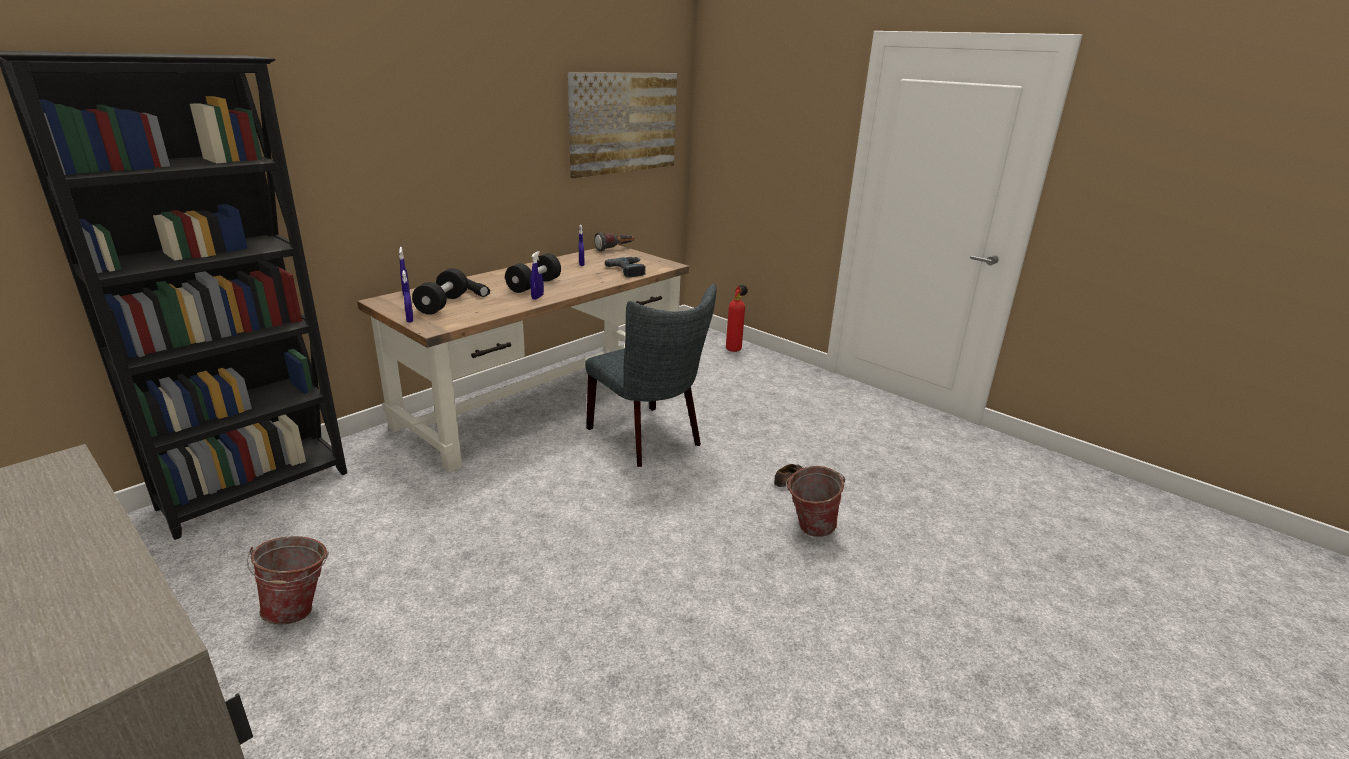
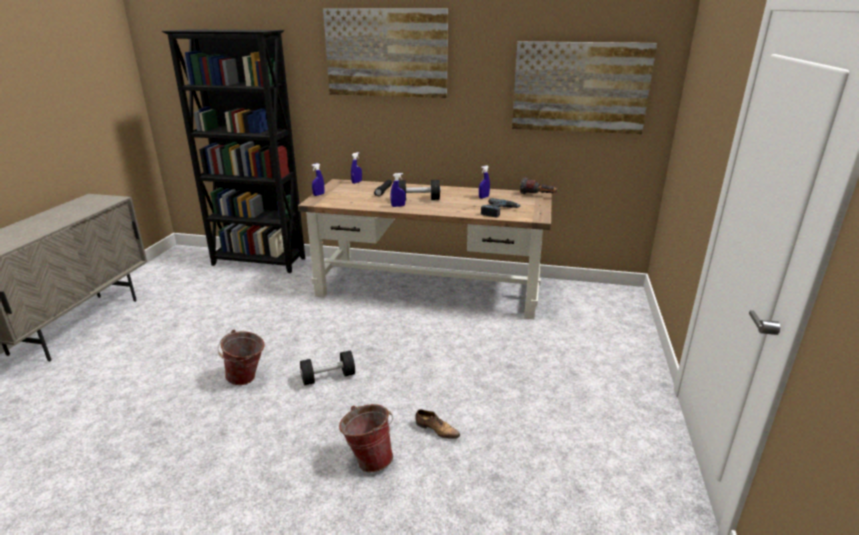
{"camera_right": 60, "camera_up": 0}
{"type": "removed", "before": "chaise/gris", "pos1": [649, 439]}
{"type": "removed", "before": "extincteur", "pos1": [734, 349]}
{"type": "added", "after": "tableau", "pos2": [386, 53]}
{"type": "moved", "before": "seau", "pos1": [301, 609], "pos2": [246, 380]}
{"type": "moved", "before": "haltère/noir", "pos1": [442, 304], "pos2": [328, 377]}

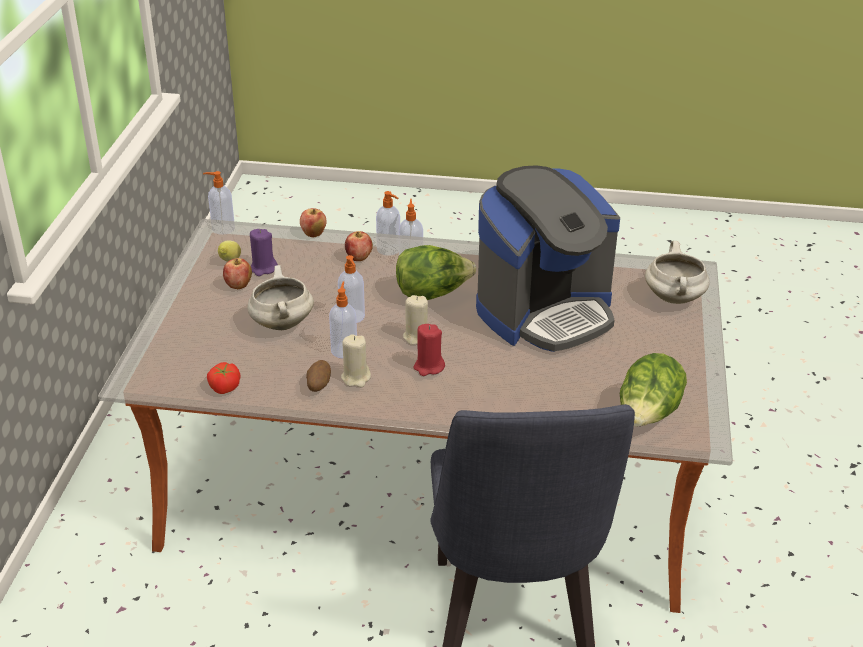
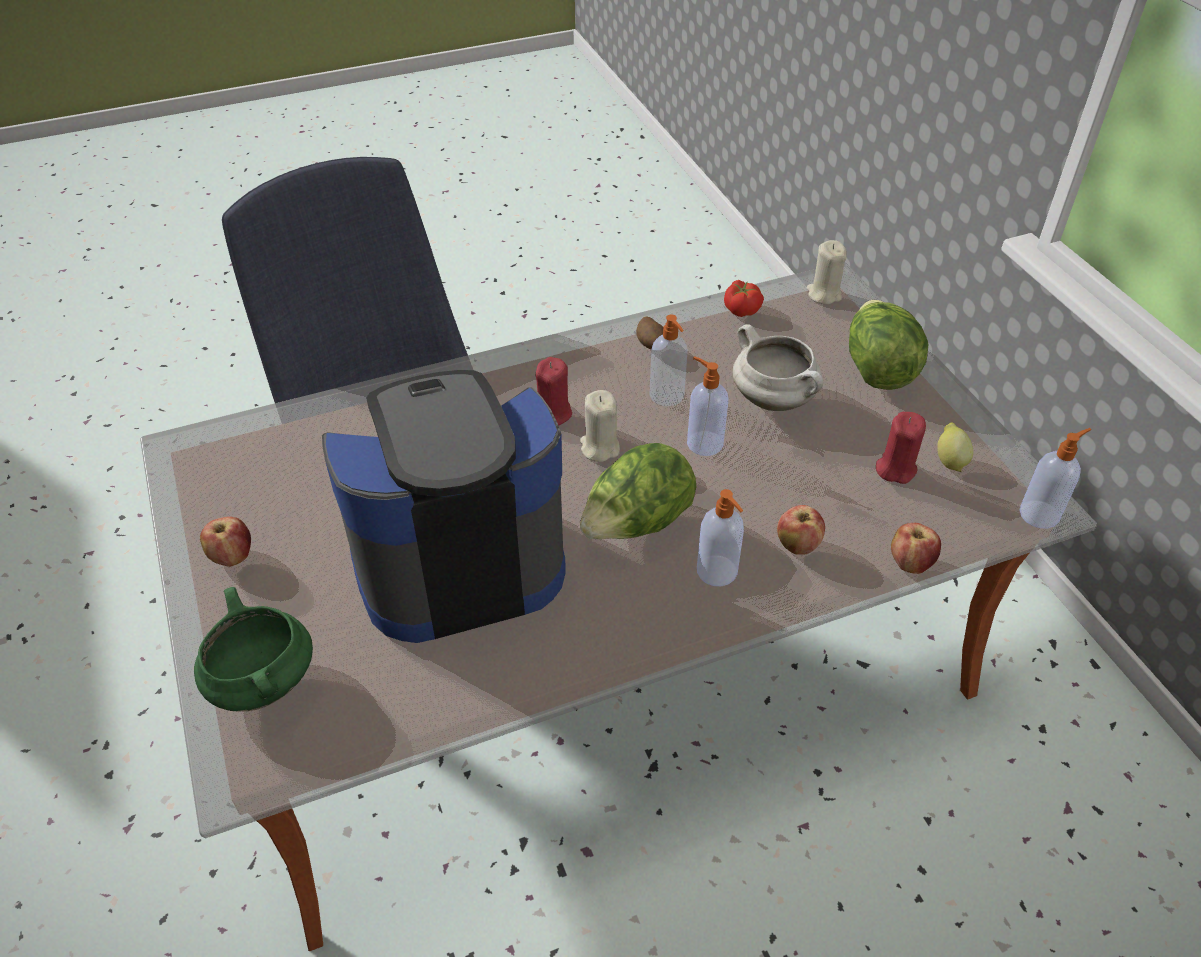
{"camera_right": 150, "camera_up": 10}
{"type": "removed", "before": "distributeur de savon", "pos1": [389, 250]}
{"type": "moved", "before": "pomme", "pos1": [238, 286], "pos2": [232, 557]}
{"type": "moved", "before": "bougie/beige", "pos1": [356, 377], "pos2": [824, 294]}
{"type": "moved", "before": "laitue", "pos1": [648, 416], "pos2": [877, 369]}
{"type": "recoloured", "before": "bougie/violet", "after": "bougie/rouge", "pos1": [263, 268], "pos2": [895, 469]}
{"type": "recoloured", "before": "marmite/blanc", "after": "marmite/vert", "pos1": [675, 298], "pos2": [261, 682]}
{"type": "turned", "before": "machine à café", "pos1": [545, 312], "pos2": [457, 561], "turn": 45}

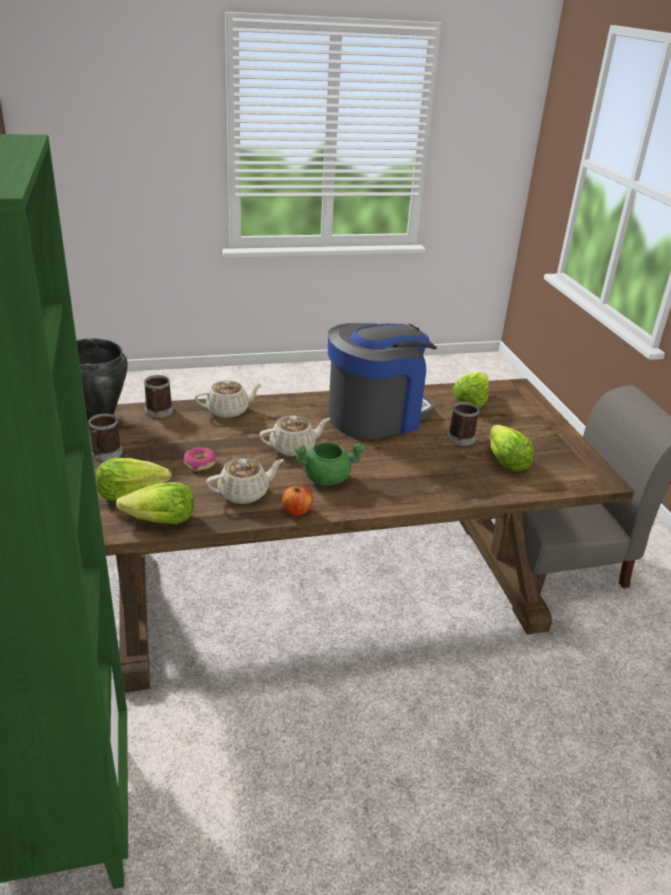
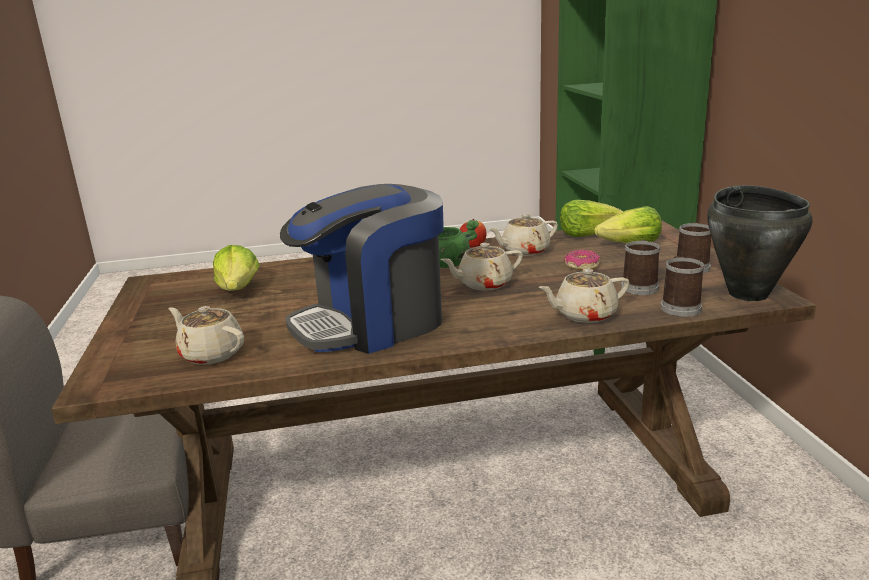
{"camera_right": -175, "camera_up": -10}
{"type": "moved", "before": "mug", "pos1": [460, 439], "pos2": [640, 286]}
{"type": "replaced", "before": "laitue", "after": "théière/beige", "pos1": [470, 401], "pos2": [211, 354]}

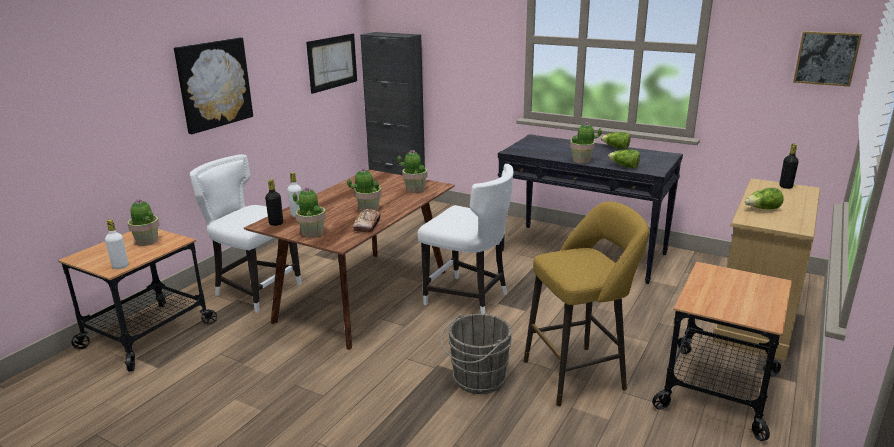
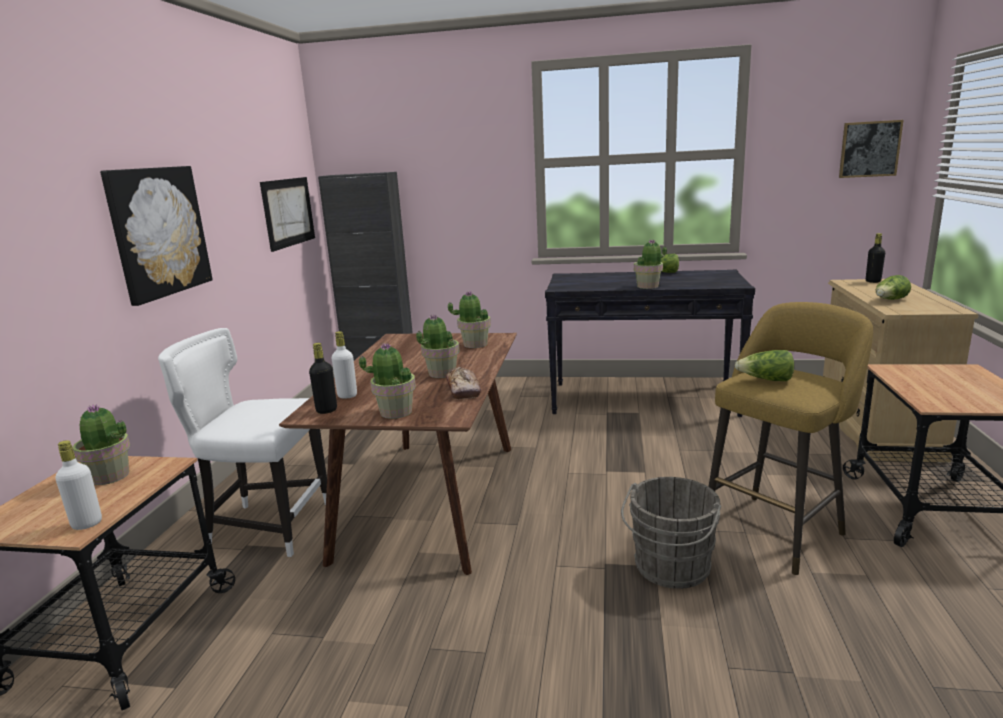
{"camera_right": -20, "camera_up": -5}
{"type": "removed", "before": "chaise/blanc", "pos1": [468, 298]}
{"type": "moved", "before": "laitue", "pos1": [624, 166], "pos2": [766, 380]}

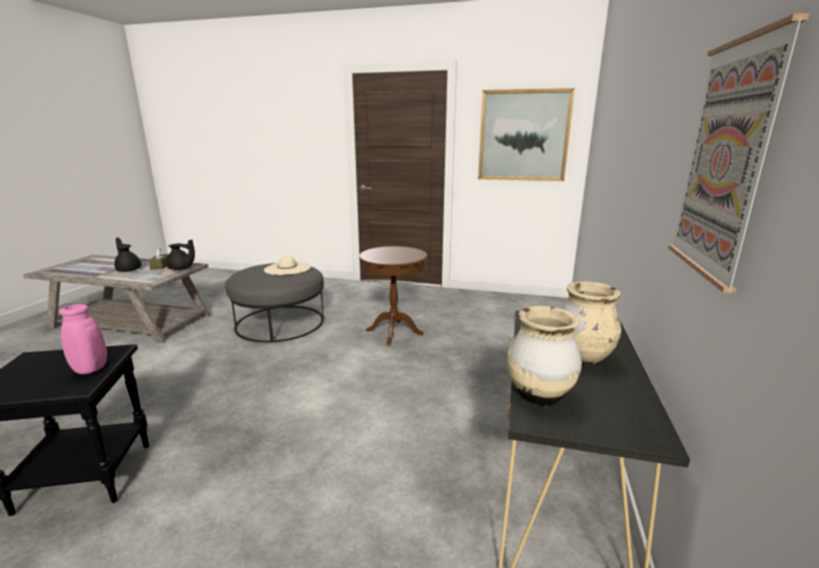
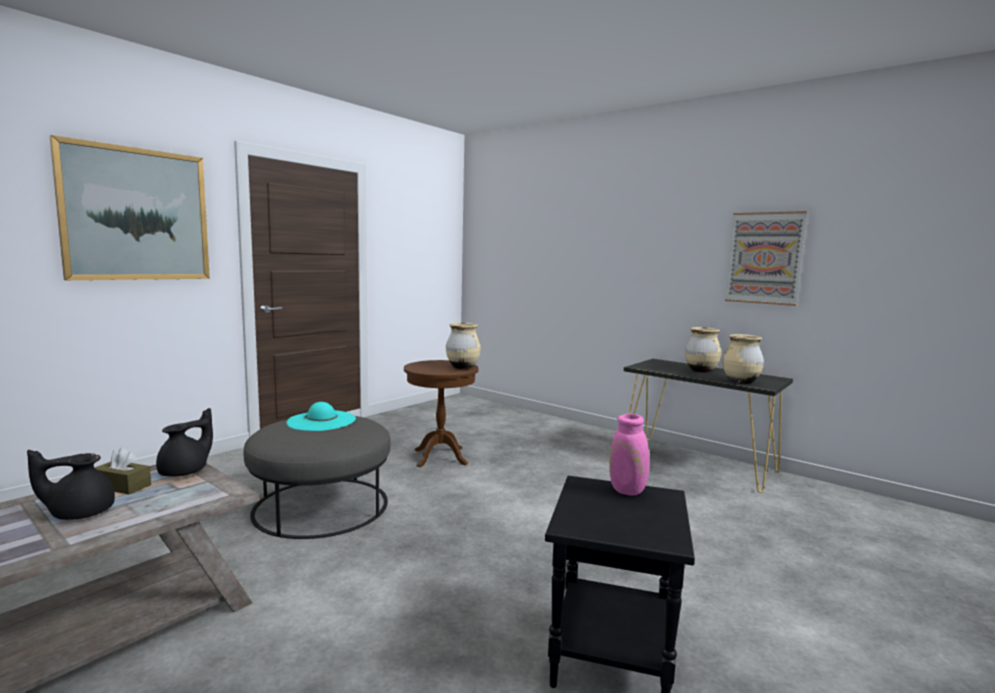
{"camera_right": -65, "camera_up": -10}
{"type": "added", "after": "vase/beige", "pos2": [462, 367]}
{"type": "moved", "before": "tableau", "pos1": [523, 136], "pos2": [136, 214]}
{"type": "recoloured", "before": "chapeau/beige", "after": "chapeau/turquoise", "pos1": [287, 268], "pos2": [322, 421]}

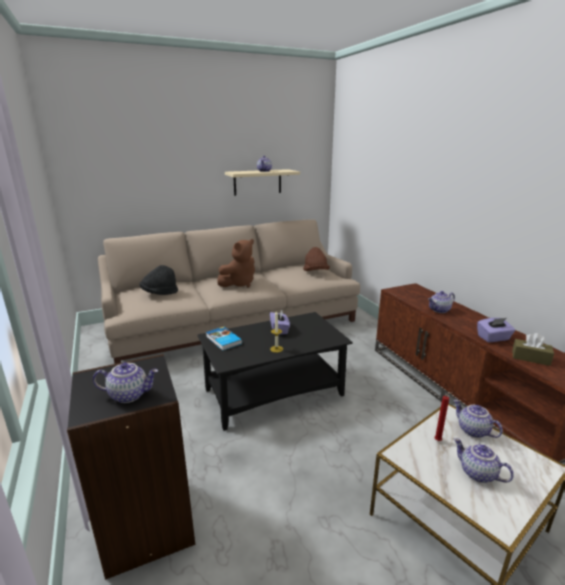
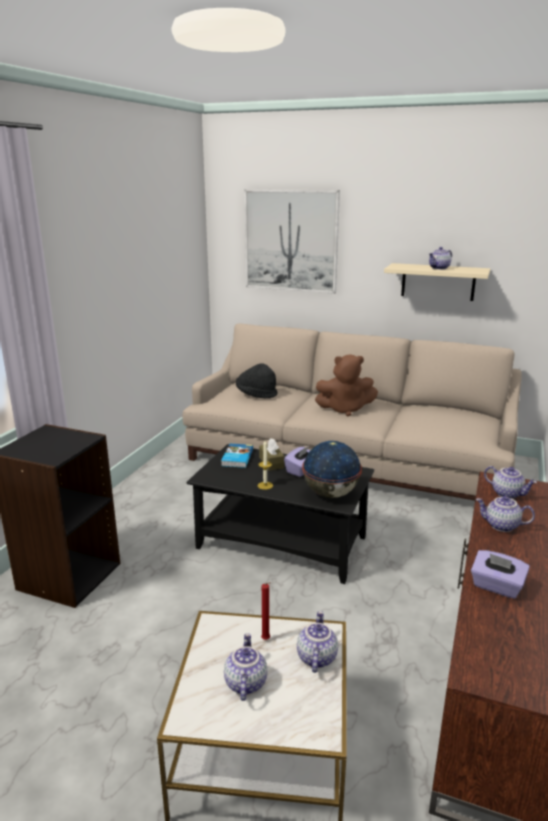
{"camera_right": 45, "camera_up": 0}
{"type": "removed", "before": "chapeau/marron", "pos1": [315, 272]}
{"type": "added", "after": "tableau", "pos2": [291, 241]}
{"type": "added", "after": "globe", "pos2": [330, 494]}
{"type": "moved", "before": "théière", "pos1": [129, 394], "pos2": [507, 493]}
{"type": "moved", "before": "boîte à mouchoirs/marron", "pos1": [530, 358], "pos2": [271, 462]}

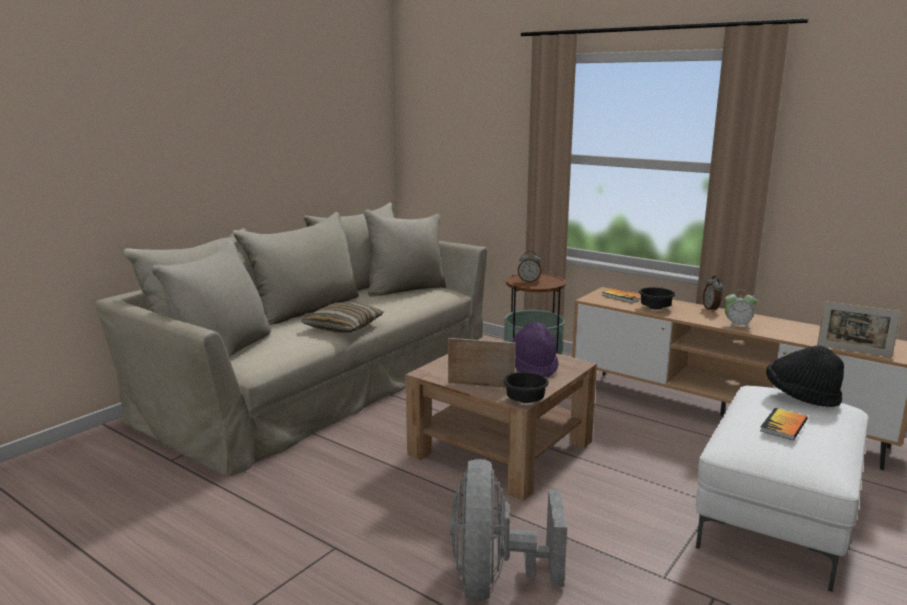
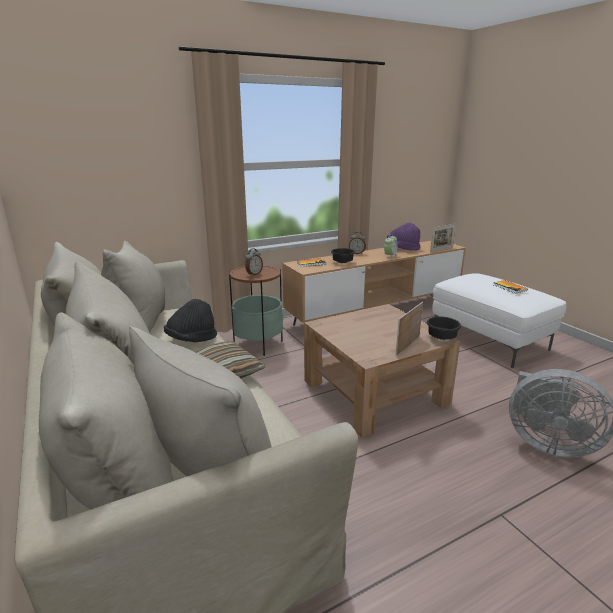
{"camera_right": -65, "camera_up": 5}
{"type": "moved", "before": "chapeau/violet", "pos1": [533, 366], "pos2": [402, 248]}
{"type": "moved", "before": "chapeau/noir", "pos1": [801, 397], "pos2": [192, 339]}

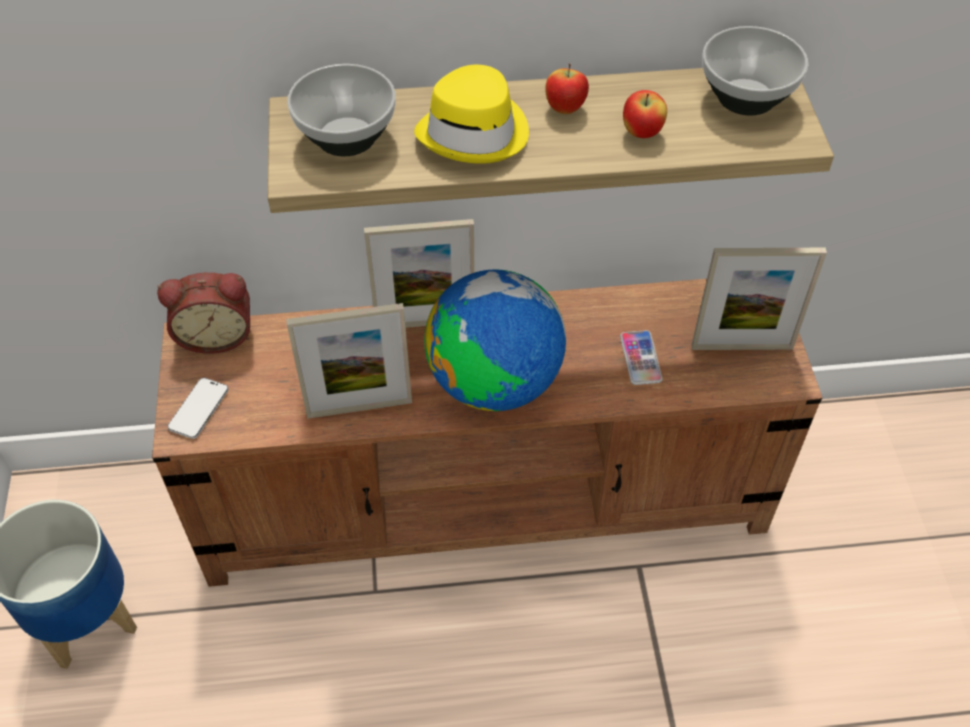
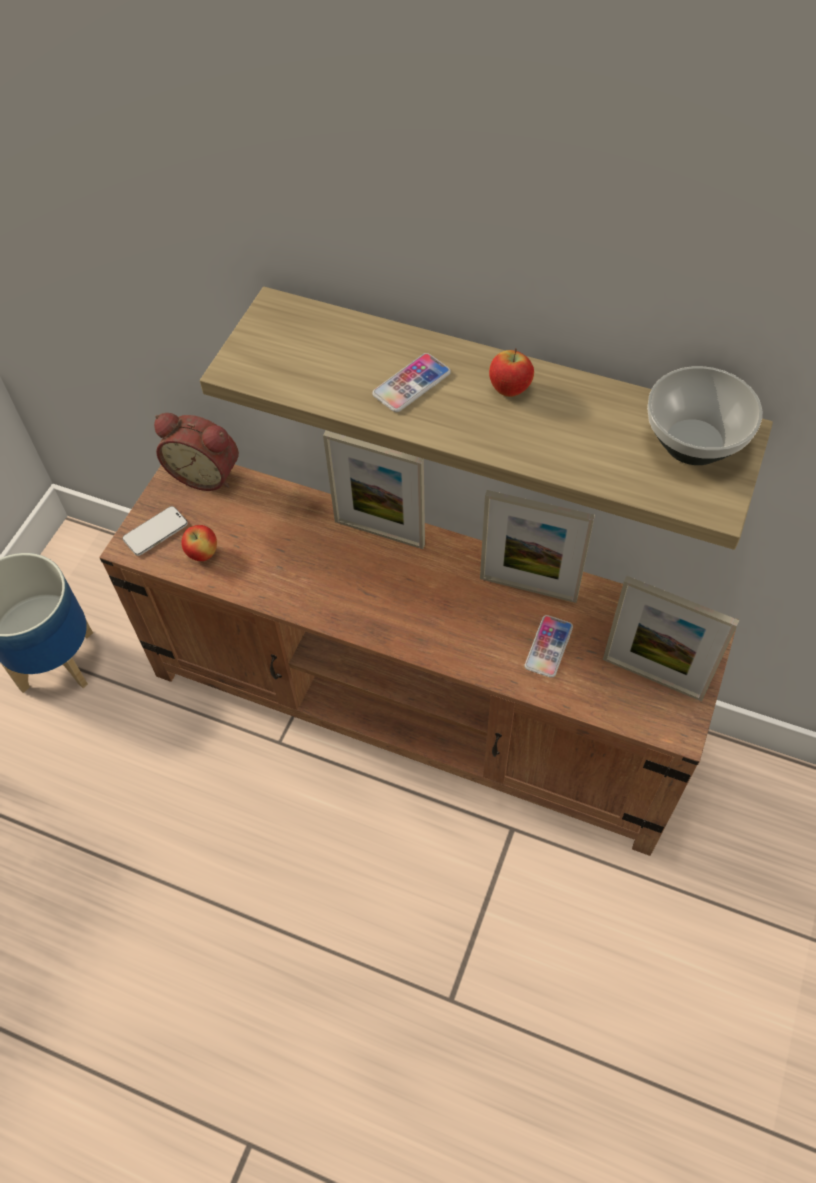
{"camera_right": 30, "camera_up": 5}
{"type": "removed", "before": "bol", "pos1": [345, 137]}
{"type": "removed", "before": "globe", "pos1": [495, 382]}
{"type": "moved", "before": "cadre photo", "pos1": [359, 408], "pos2": [528, 588]}
{"type": "moved", "before": "pomme", "pos1": [642, 133], "pos2": [203, 554]}
{"type": "replaced", "before": "chapeau/jaune", "after": "téléphone", "pos1": [475, 133], "pos2": [411, 384]}

